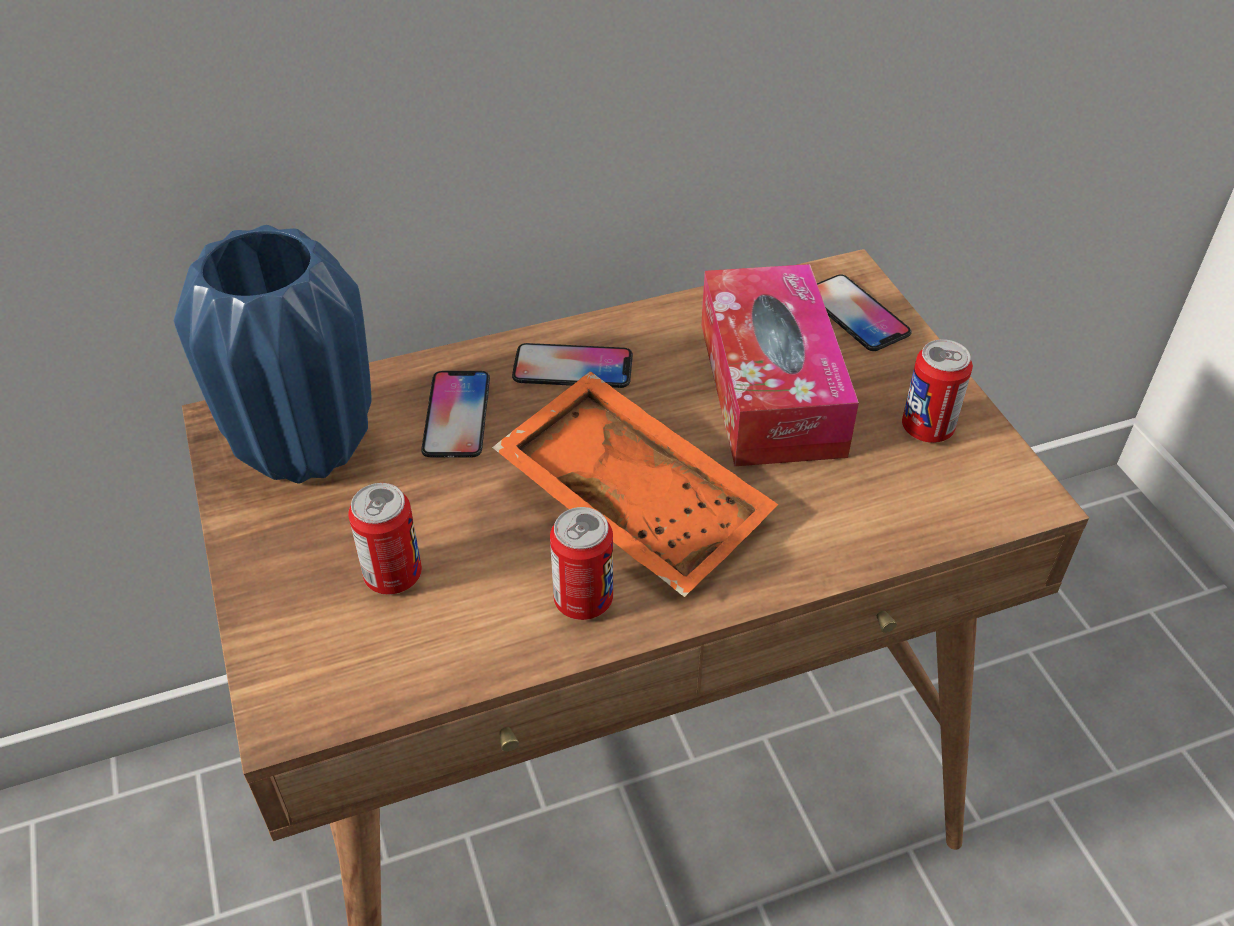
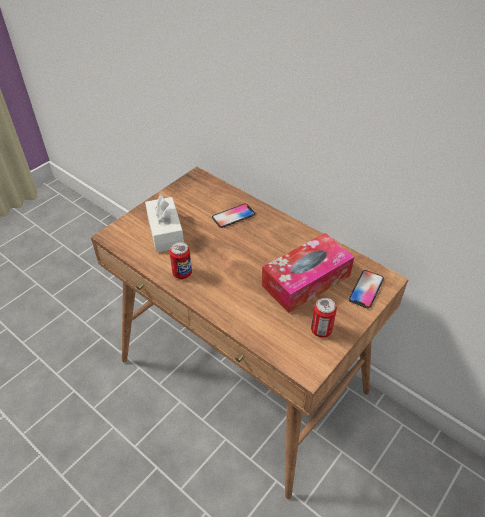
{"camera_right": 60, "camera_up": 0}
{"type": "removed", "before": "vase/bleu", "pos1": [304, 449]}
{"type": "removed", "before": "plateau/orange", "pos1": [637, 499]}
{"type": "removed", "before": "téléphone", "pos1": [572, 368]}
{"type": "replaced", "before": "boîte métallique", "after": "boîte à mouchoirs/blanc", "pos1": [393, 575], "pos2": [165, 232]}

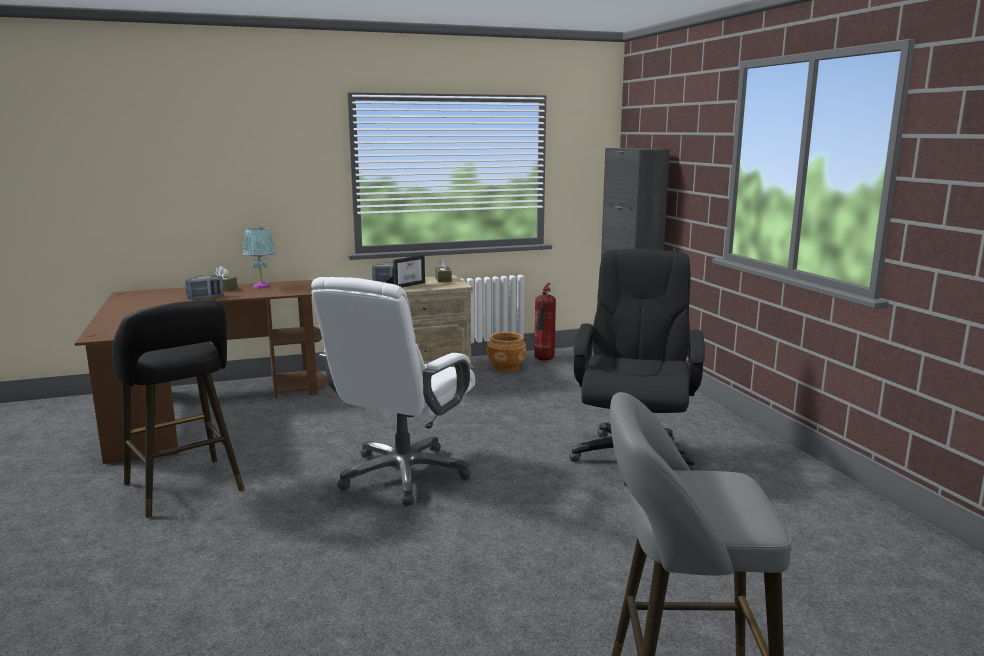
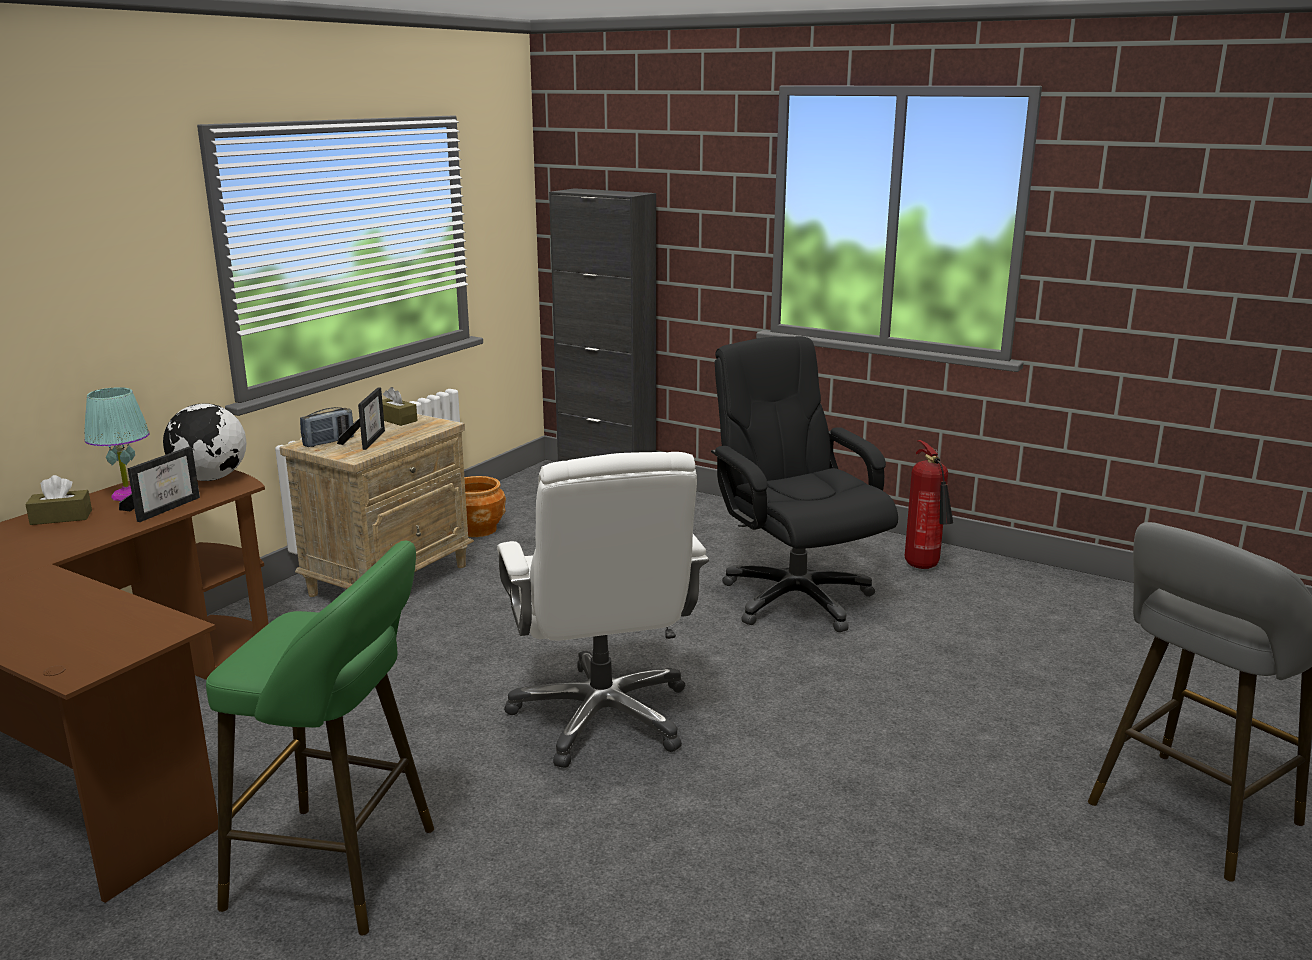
{"camera_right": -40, "camera_up": 5}
{"type": "removed", "before": "radio", "pos1": [205, 297]}
{"type": "added", "after": "cadre photo", "pos2": [165, 507]}
{"type": "added", "after": "globe", "pos2": [210, 479]}
{"type": "moved", "before": "extincteur", "pos1": [544, 360], "pos2": [924, 567]}
{"type": "recoloured", "before": "tabouret/noir", "after": "tabouret/vert", "pos1": [186, 489], "pos2": [343, 869]}

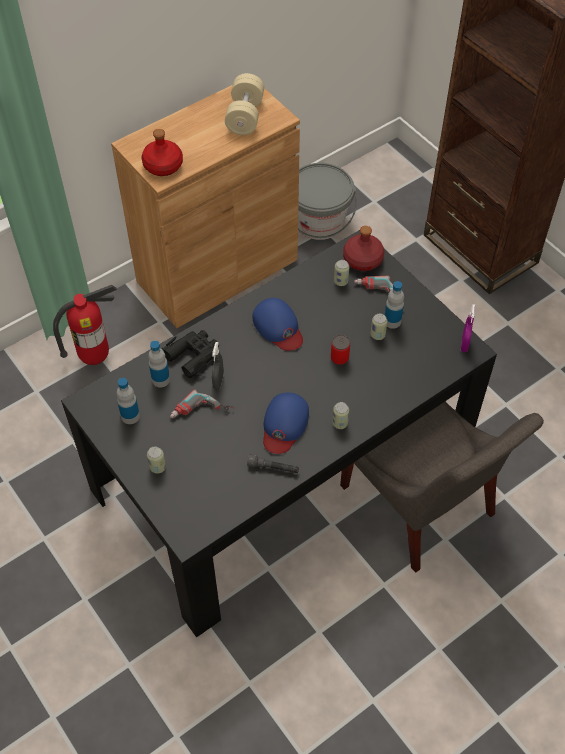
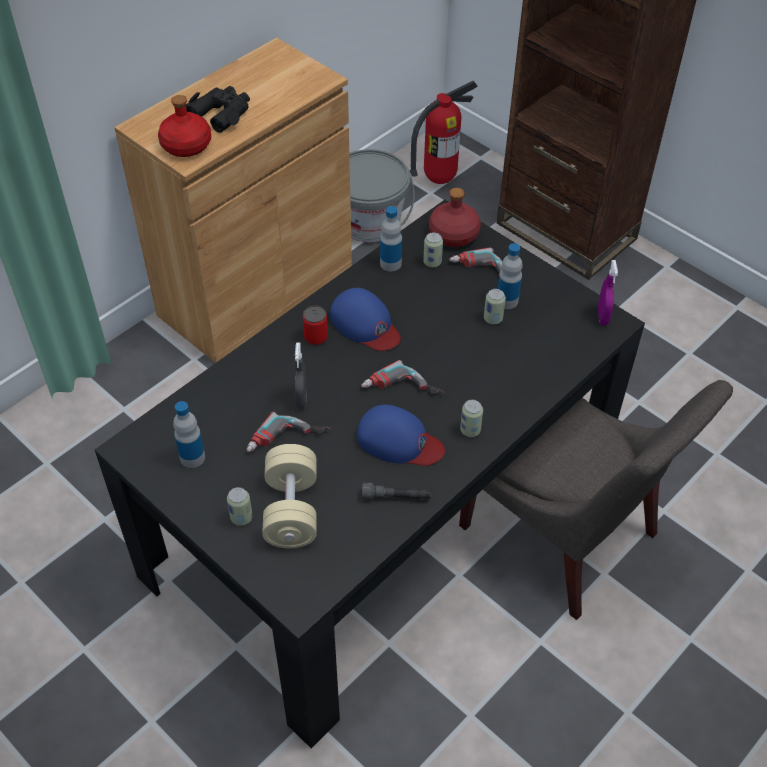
{"camera_right": -10, "camera_up": -5}
{"type": "added", "after": "perceuse", "pos2": [401, 392]}
{"type": "moved", "before": "extincteur", "pos1": [95, 357], "pos2": [439, 179]}
{"type": "moved", "before": "bouteille", "pos1": [161, 379], "pos2": [390, 263]}
{"type": "moved", "before": "jumelles/noir", "pos1": [193, 355], "pos2": [221, 113]}
{"type": "moved", "before": "haltère/beige", "pos1": [245, 116], "pos2": [291, 510]}
{"type": "moved", "before": "boîte métallique", "pos1": [339, 358], "pos2": [316, 337]}
{"type": "turned", "before": "casquette/bleu", "pos1": [284, 424], "pos2": [399, 441], "turn": -75}

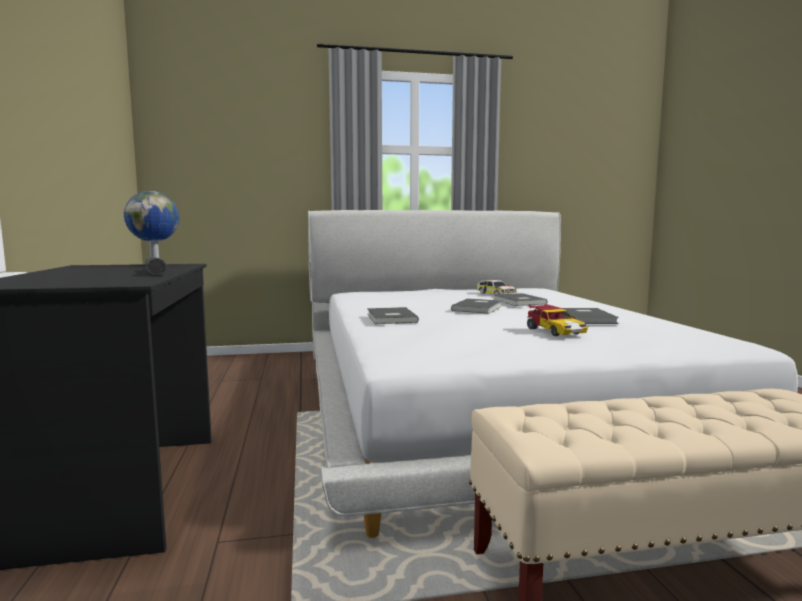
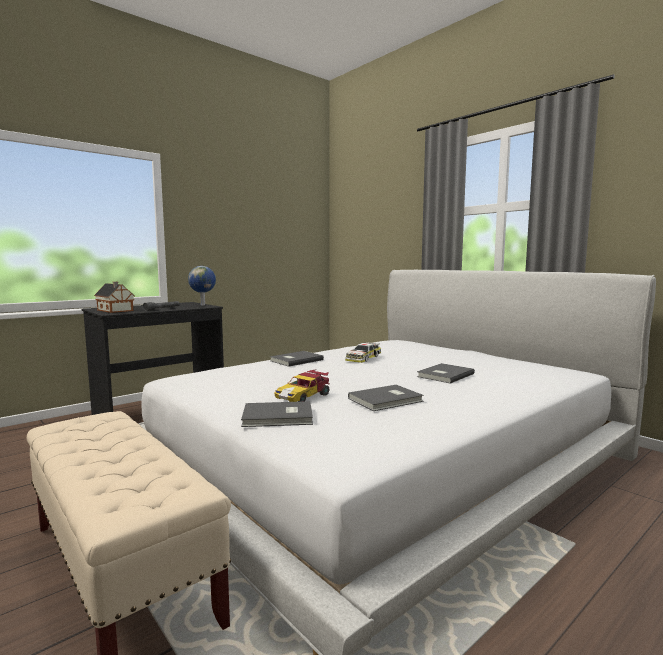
{"camera_right": 60, "camera_up": 0}
{"type": "added", "after": "maison miniature", "pos2": [115, 310]}
{"type": "moved", "before": "livre/gris", "pos1": [479, 308], "pos2": [279, 417]}
{"type": "moved", "before": "petite voiture", "pos1": [496, 294], "pos2": [363, 358]}

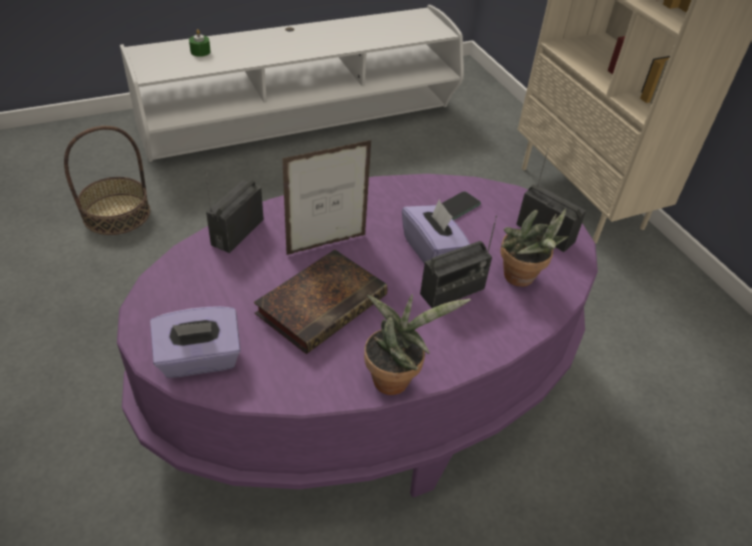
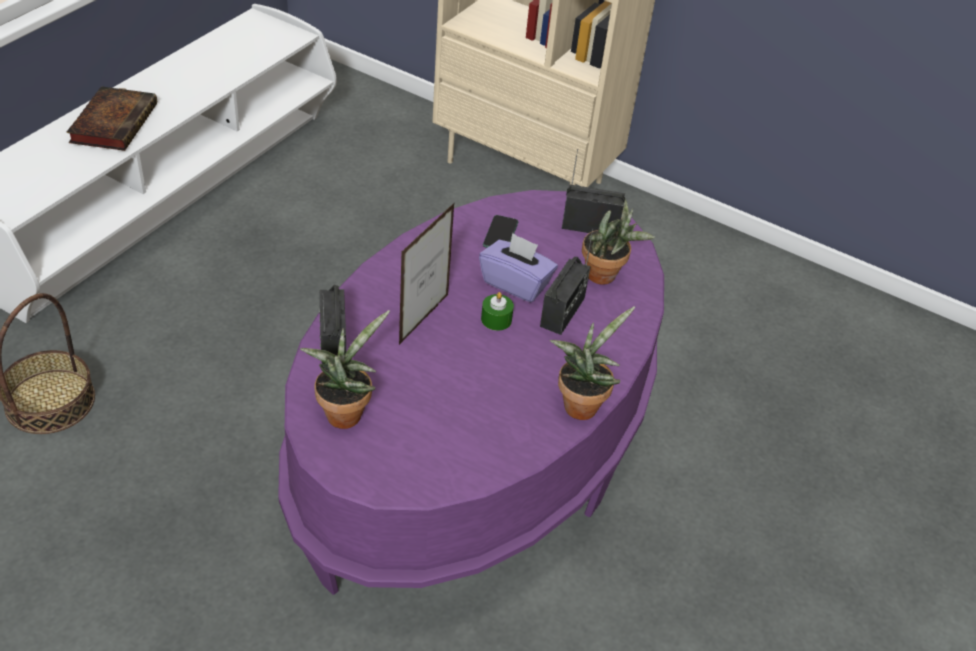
{"camera_right": -35, "camera_up": 0}
{"type": "removed", "before": "boîte à mouchoirs/violet", "pos1": [199, 359]}
{"type": "added", "after": "plante en pot", "pos2": [345, 411]}
{"type": "moved", "before": "bougie/vert", "pos1": [200, 51], "pos2": [496, 319]}
{"type": "moved", "before": "livre", "pos1": [323, 303], "pos2": [114, 122]}

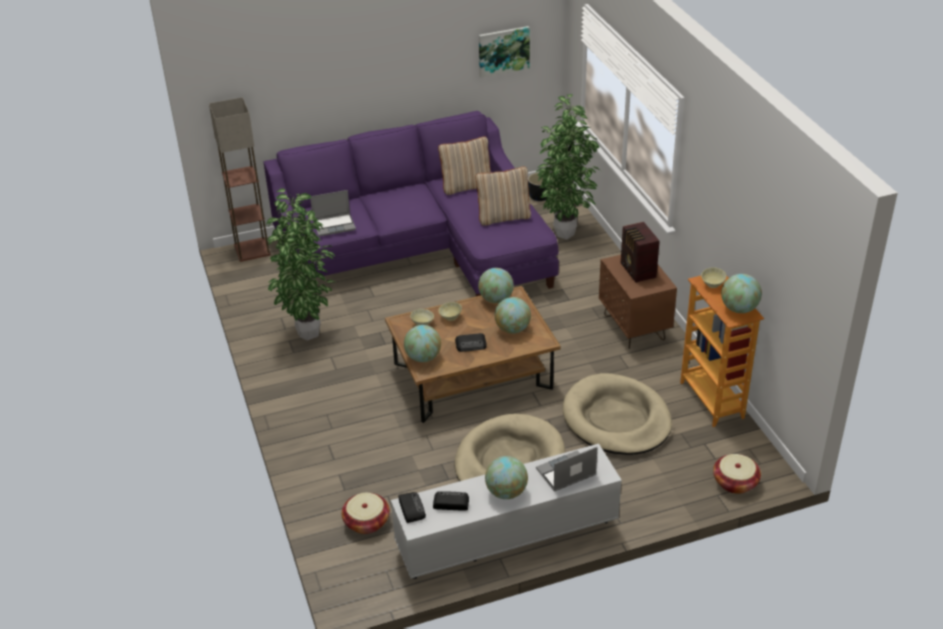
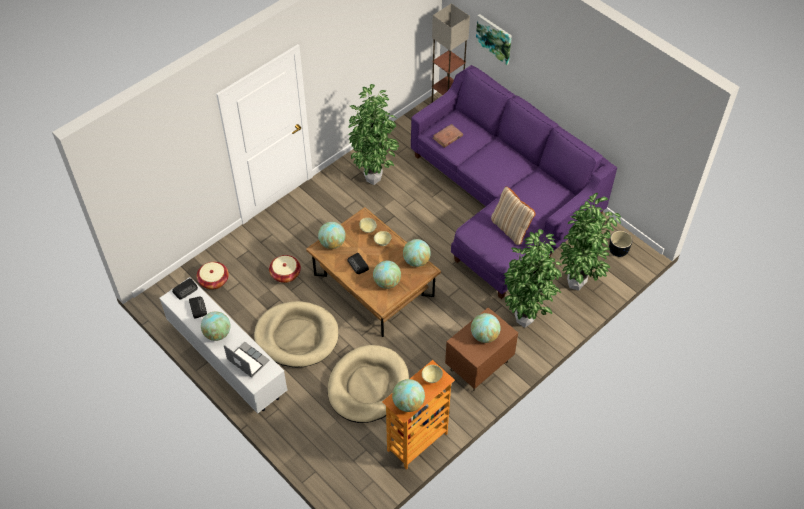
{"camera_right": 65, "camera_up": 15}
{"type": "removed", "before": "coussin/beige", "pos1": [466, 186]}
{"type": "added", "after": "plante en pot", "pos2": [526, 319]}
{"type": "moved", "before": "tableau", "pos1": [503, 51], "pos2": [494, 39]}
{"type": "moved", "before": "panier", "pos1": [735, 482], "pos2": [285, 274]}
{"type": "replaced", "before": "ordinateur portable", "after": "livre/marron", "pos1": [334, 225], "pos2": [447, 137]}
{"type": "replaced", "before": "radio", "after": "globe", "pos1": [637, 271], "pos2": [484, 335]}

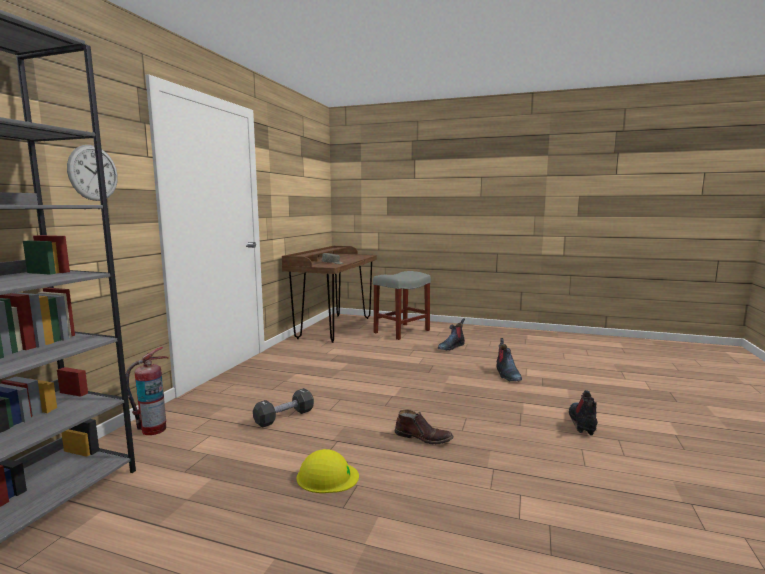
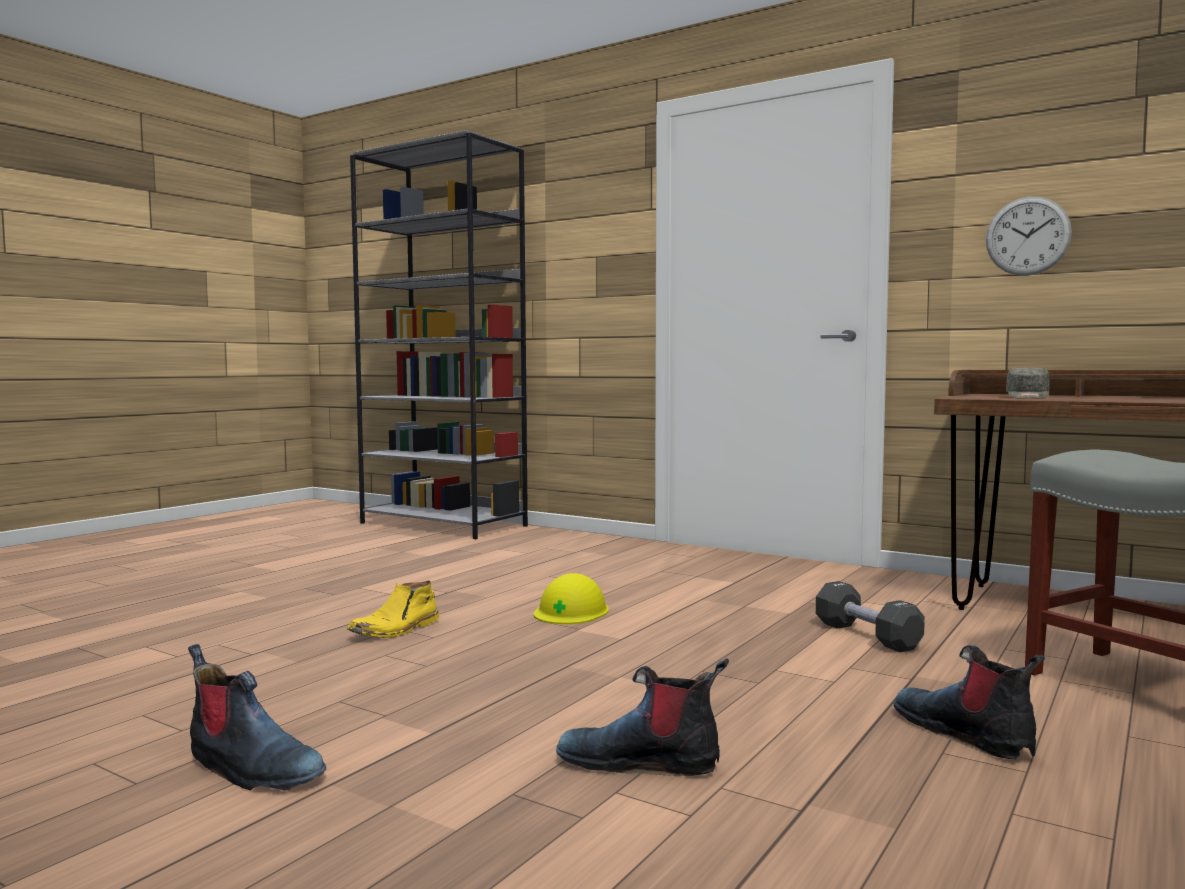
{"camera_right": 105, "camera_up": -5}
{"type": "removed", "before": "extincteur", "pos1": [153, 430]}
{"type": "moved", "before": "horloge murale", "pos1": [93, 173], "pos2": [1027, 236]}
{"type": "moved", "before": "haltère/noir", "pos1": [284, 417], "pos2": [867, 636]}
{"type": "moved", "before": "casque de chantier/jaune", "pos1": [327, 477], "pos2": [571, 611]}
{"type": "recoloured", "before": "botte/marron", "after": "botte/jaune", "pos1": [423, 437], "pos2": [396, 630]}

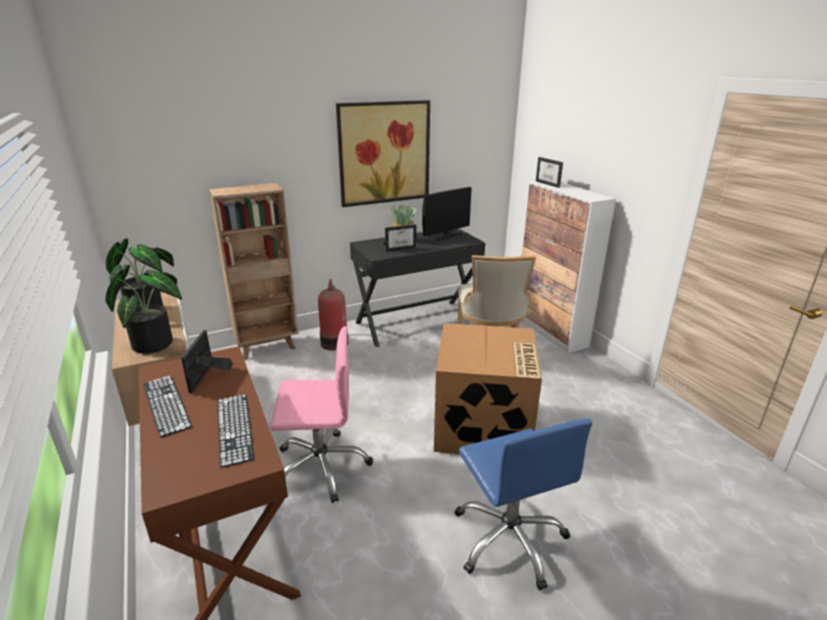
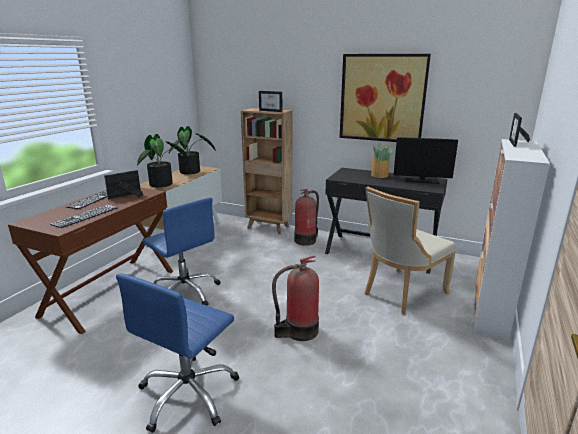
{"camera_right": 50, "camera_up": -5}
{"type": "moved", "before": "cadre photo", "pos1": [400, 248], "pos2": [272, 111]}
{"type": "replaced", "before": "carton", "after": "extincteur", "pos1": [483, 426], "pos2": [299, 331]}
{"type": "recoloured", "before": "chaise de bureau/rose", "after": "chaise de bureau/bleu", "pos1": [321, 466], "pos2": [185, 292]}

